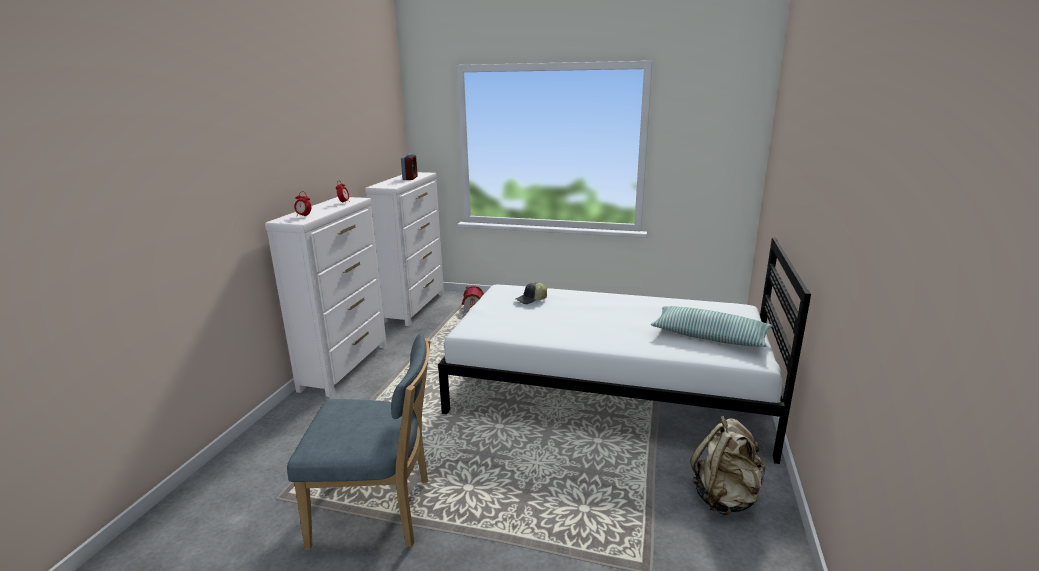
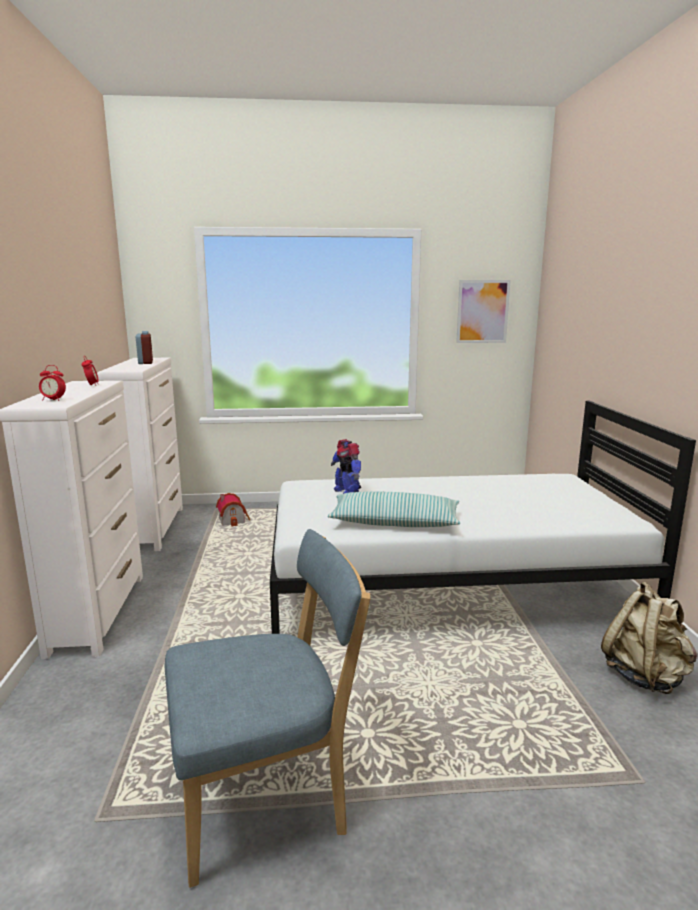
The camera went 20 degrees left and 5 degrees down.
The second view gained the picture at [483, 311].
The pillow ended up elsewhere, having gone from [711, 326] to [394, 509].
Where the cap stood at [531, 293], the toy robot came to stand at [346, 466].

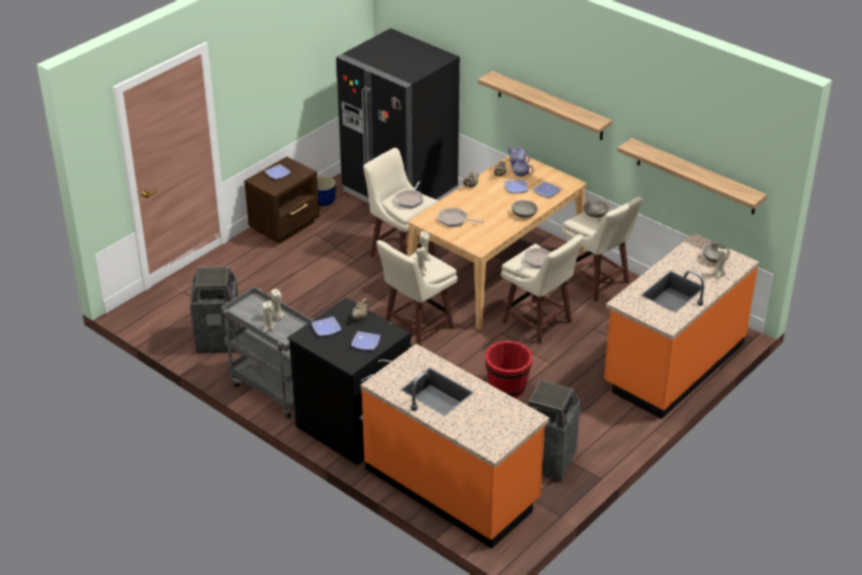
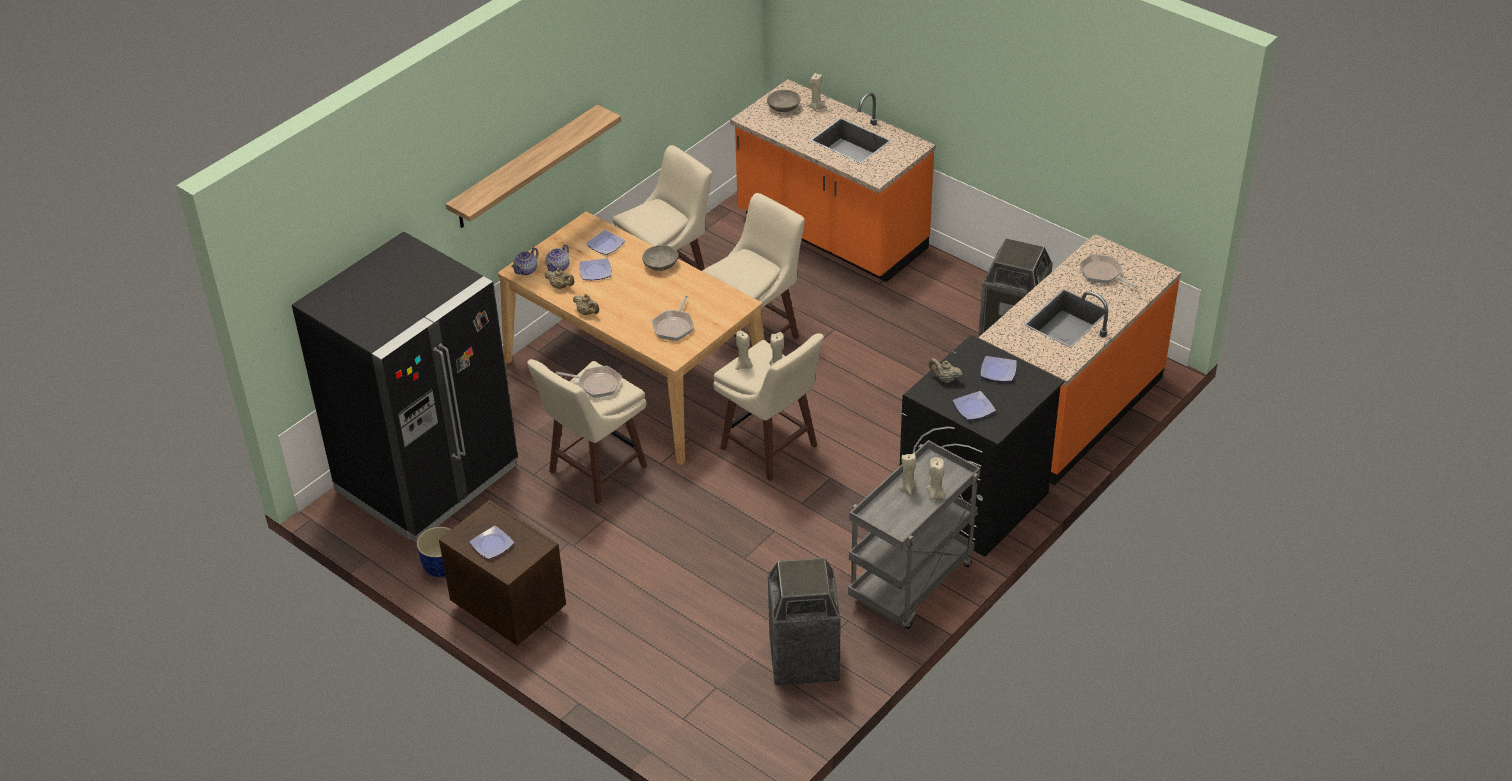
The camera went 90 degrees left and 5 degrees up.
The second view lost the red bucket at [509, 369].
The second view lost the grey bowl at [596, 209].
The second view lost the shelf at [692, 176].
The frying pan ended up elsewhere, having gone from [533, 260] to [1109, 271].

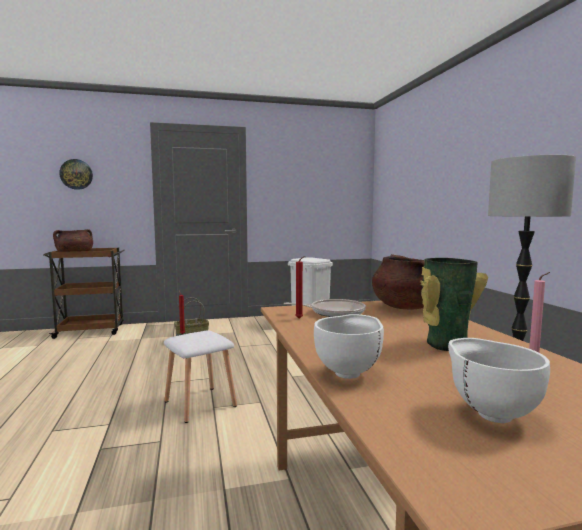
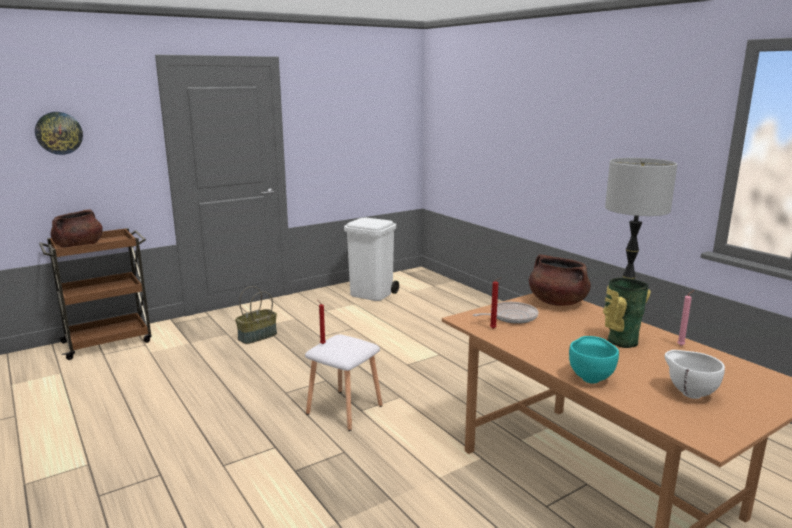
The camera went 20 degrees left and 10 degrees up.
What was the white bowl at [349, 346] turned into the turquoise bowl at [594, 360].

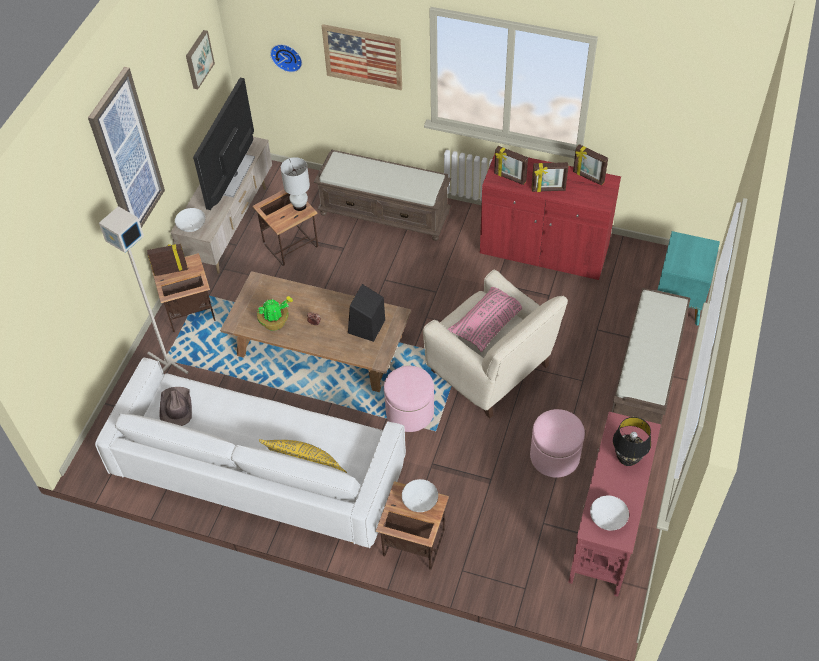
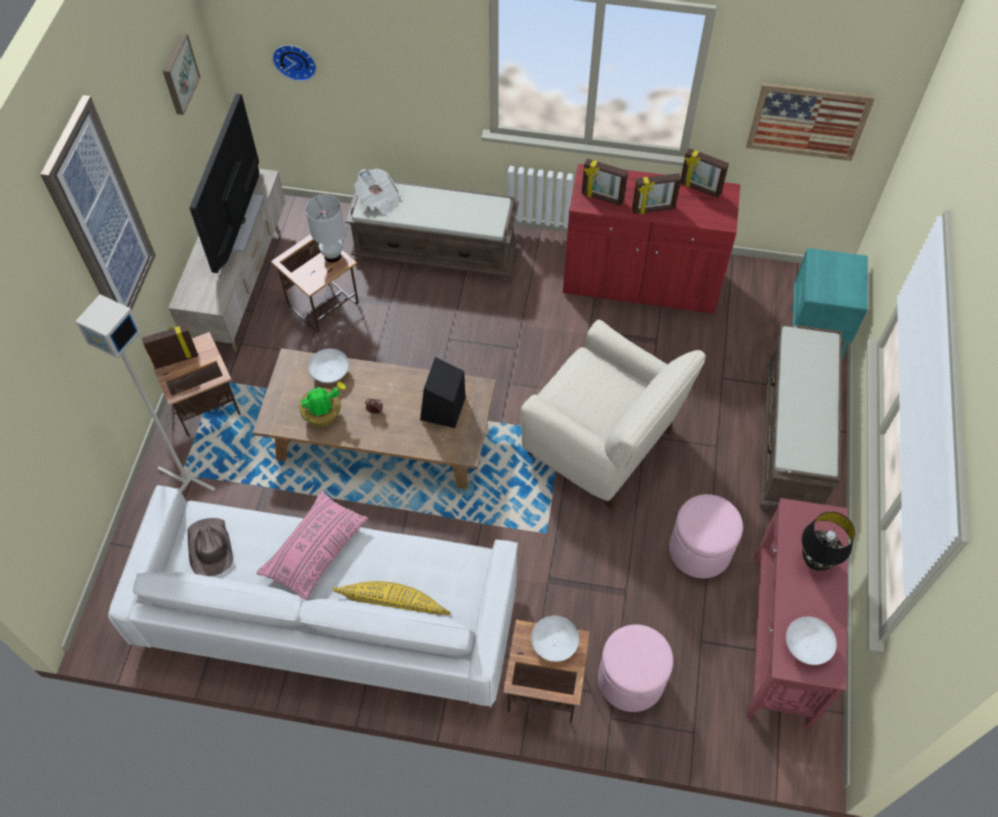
The camera went 10 degrees left and 5 degrees up.
The second view gained the newspaper at [377, 192].
The white bowl ended up elsewhere, having gone from [190, 220] to [328, 366].
The picture ended up elsewhere, having gone from [362, 57] to [810, 122].
The pink ottoman ended up elsewhere, having gone from [409, 399] to [635, 668].
The pink pillow ended up elsewhere, having gone from [485, 319] to [312, 545].

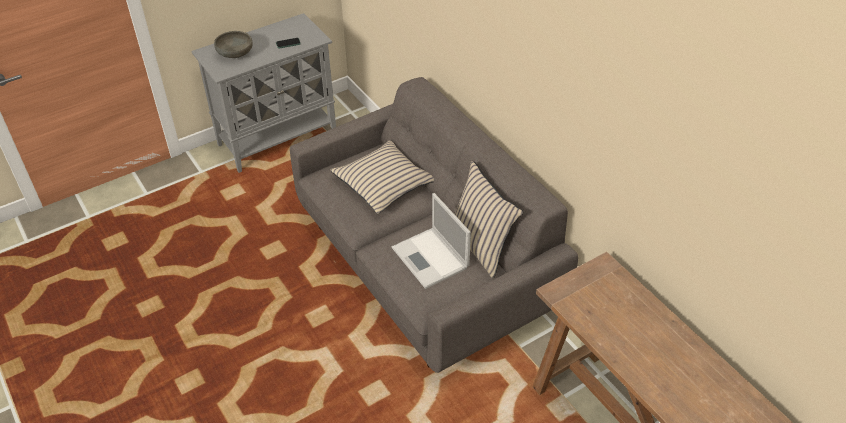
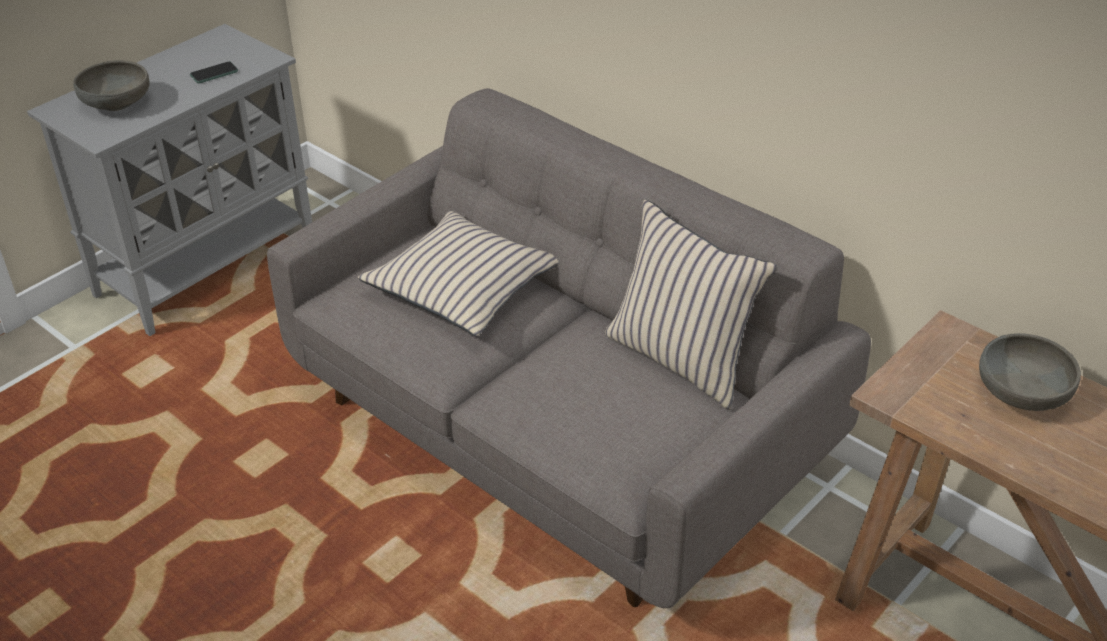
The camera went 15 degrees left and 5 degrees down.
The second view lost the laptop at [431, 241].
The second view gained the grey bowl at [1030, 372].

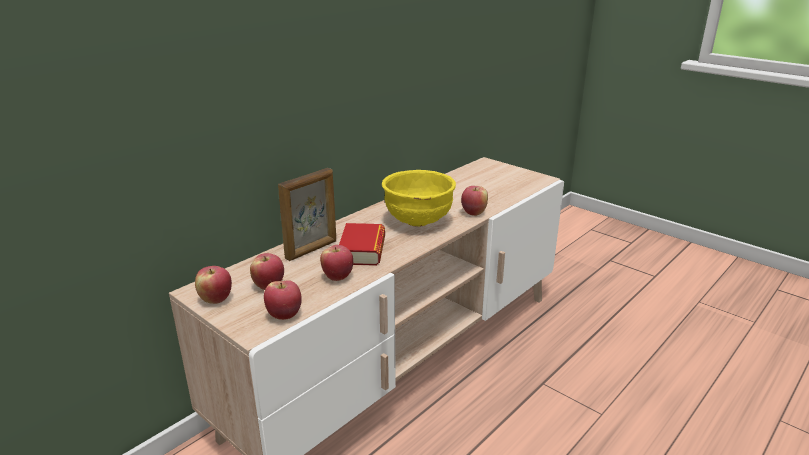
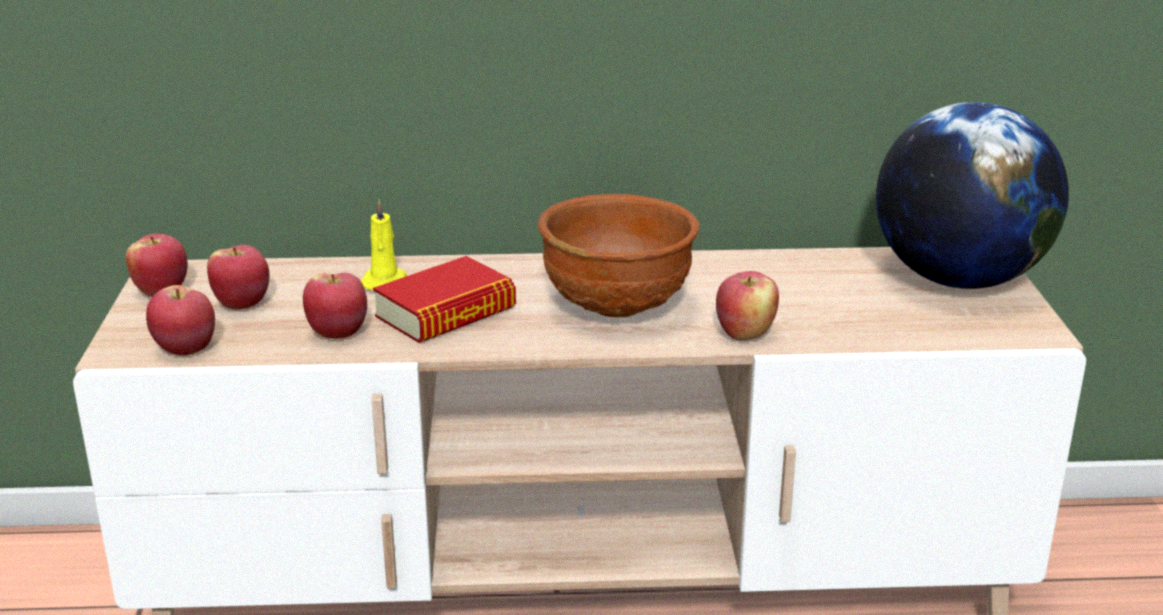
The camera went 45 degrees right and 0 degrees up.
The second view gained the globe at [972, 195].
Where the picture frame stood at [307, 214], the yellow candle came to stand at [384, 245].
What was the yellow bowl at [419, 198] turned into the brown bowl at [618, 255].

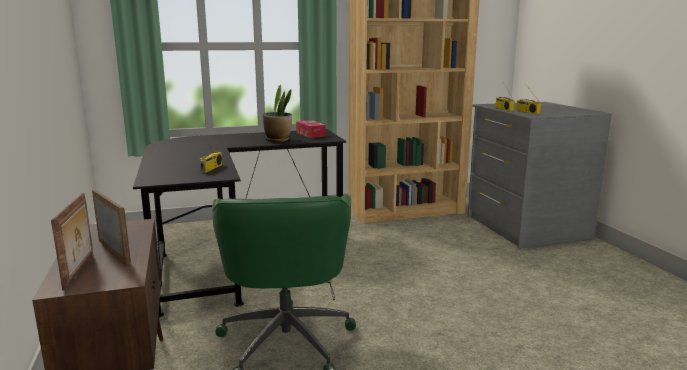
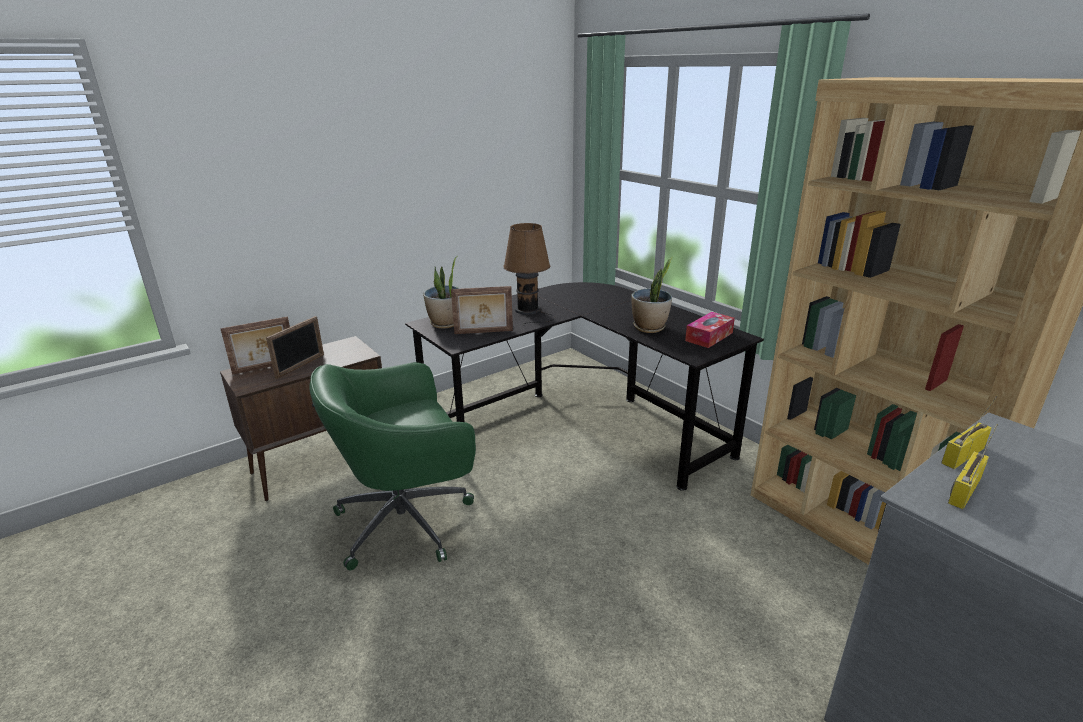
The camera went 70 degrees right and 10 degrees up.
The second view gained the potted plant at [441, 292].
The second view gained the brown table lamp at [529, 274].
Where the radio stood at [211, 154], the picture frame came to stand at [482, 310].

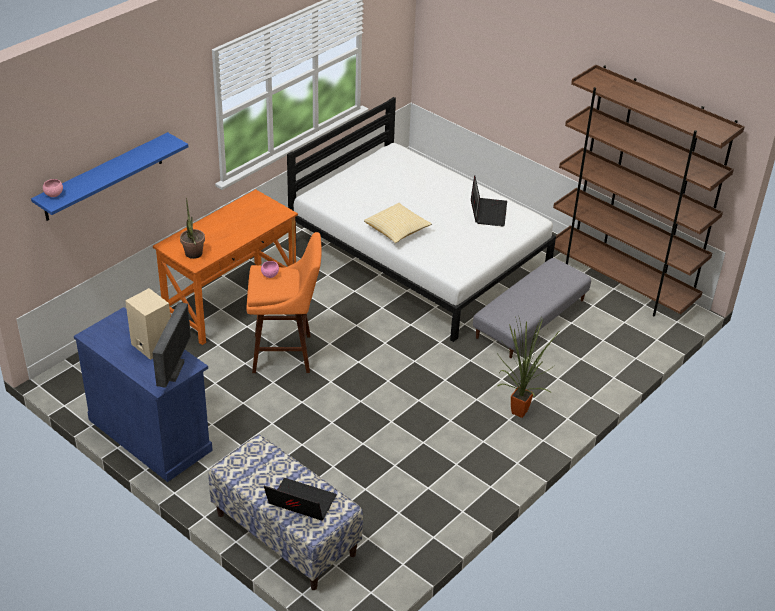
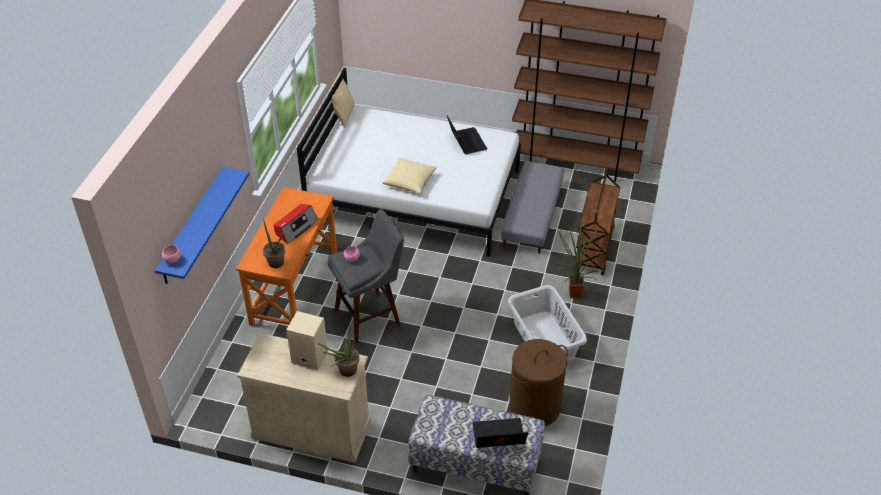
The camera went 25 degrees left and 5 degrees up.
The second view gained the radio at [296, 224].
The second view gained the pillow at [342, 101].
The second view gained the grey laundry basket at [547, 322].
The second view gained the brown laundry basket at [538, 382].
The second view gained the brown cart at [596, 221].
Where the monitor stood at [171, 345], the potted plant came to stand at [338, 350].
What was the blue cabinet at [143, 394] turned into the beige cabinet at [304, 398].
What was the orange stool at [284, 302] turned into the grey stool at [365, 276].

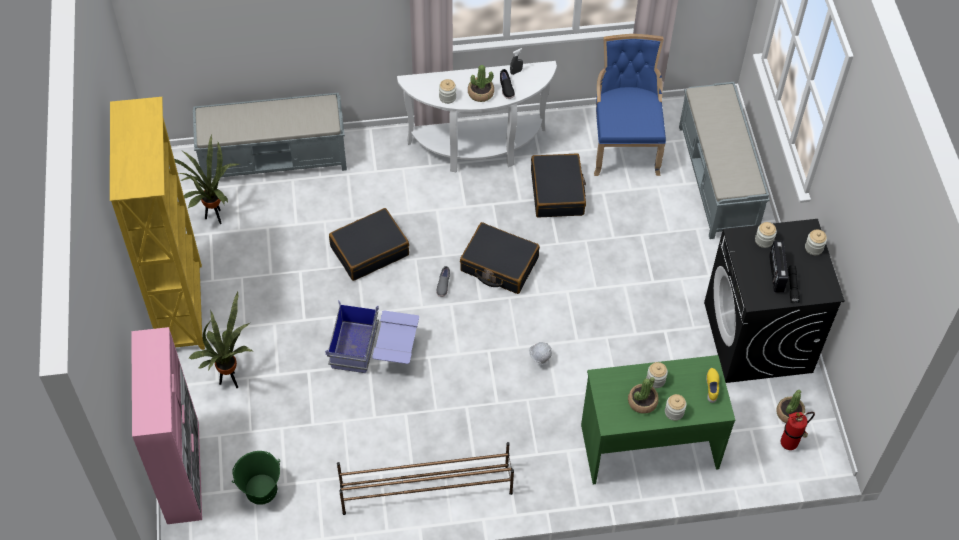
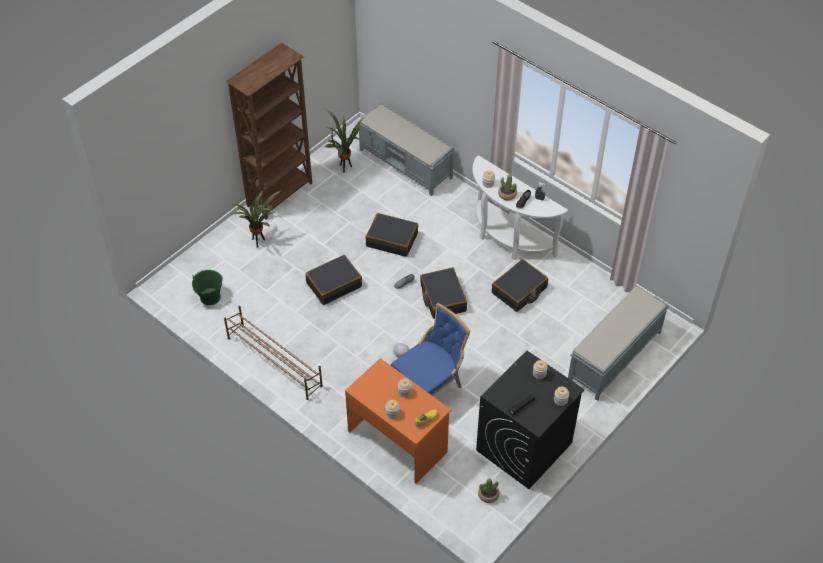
The camera went 50 degrees right and 5 degrees down.
The second view lost the pink cabinet at [166, 425].
The second view lost the potted plant at [643, 395].
The second view lost the radio at [778, 267].
The second view lost the fire extinguisher at [798, 431].
The blue chair ended up elsewhere, having gone from [630, 105] to [430, 349].
Where the blue storage box stood at [372, 336], the black suitcase came to stand at [333, 280].
What was the yellow bookcase at [157, 223] turned into the brown bookcase at [269, 130].
What was the green desk at [658, 420] turned into the orange desk at [398, 420].

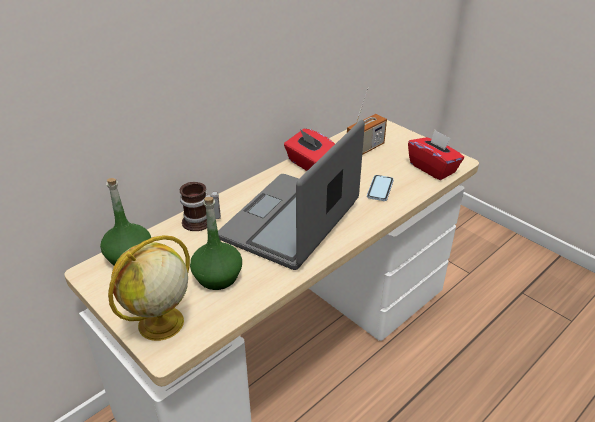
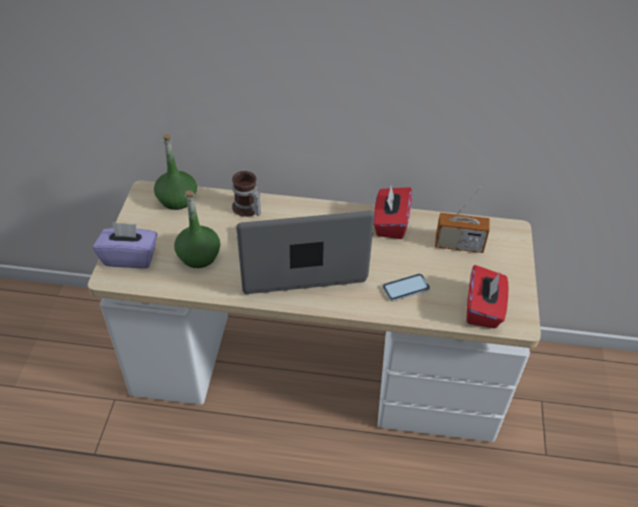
The camera went 50 degrees right and 10 degrees up.
Where the globe stood at [149, 288], the purple tissue box came to stand at [125, 245].

